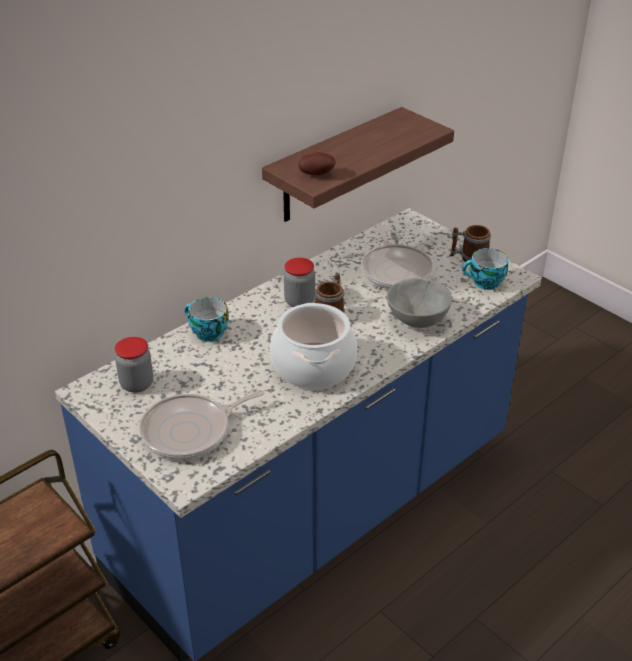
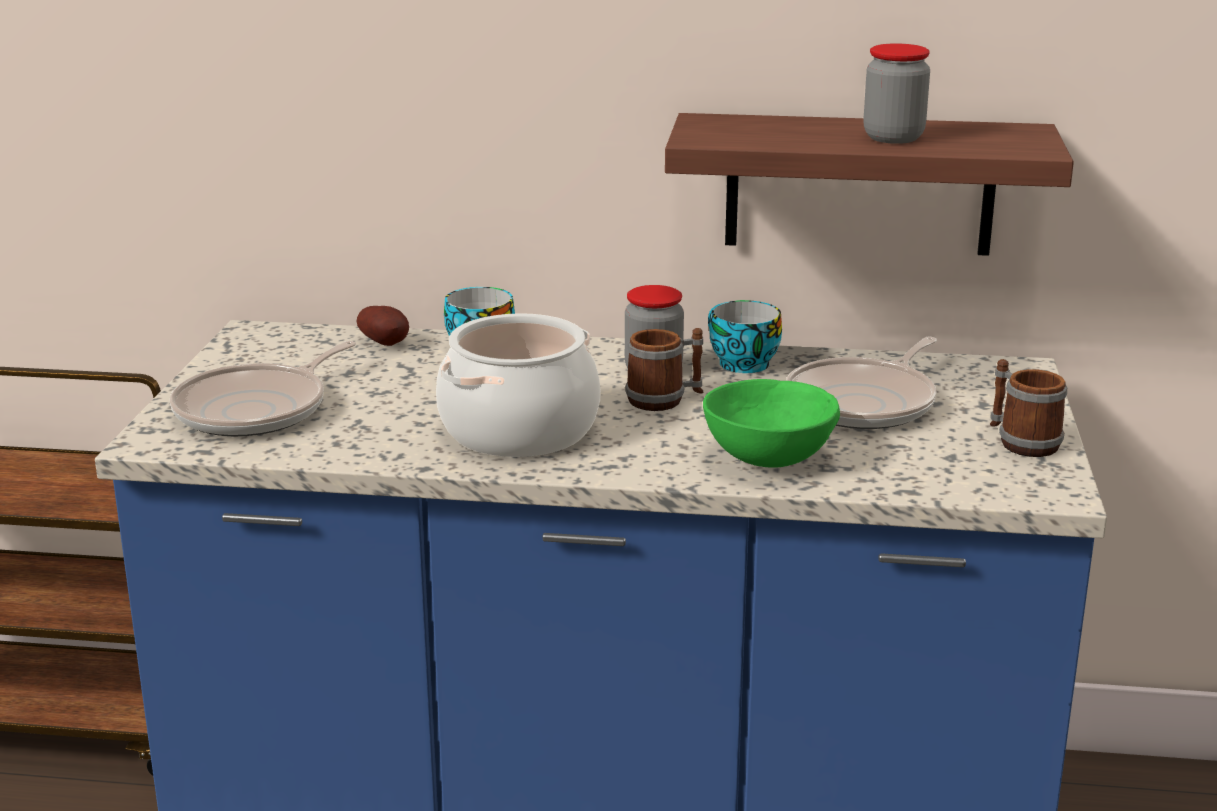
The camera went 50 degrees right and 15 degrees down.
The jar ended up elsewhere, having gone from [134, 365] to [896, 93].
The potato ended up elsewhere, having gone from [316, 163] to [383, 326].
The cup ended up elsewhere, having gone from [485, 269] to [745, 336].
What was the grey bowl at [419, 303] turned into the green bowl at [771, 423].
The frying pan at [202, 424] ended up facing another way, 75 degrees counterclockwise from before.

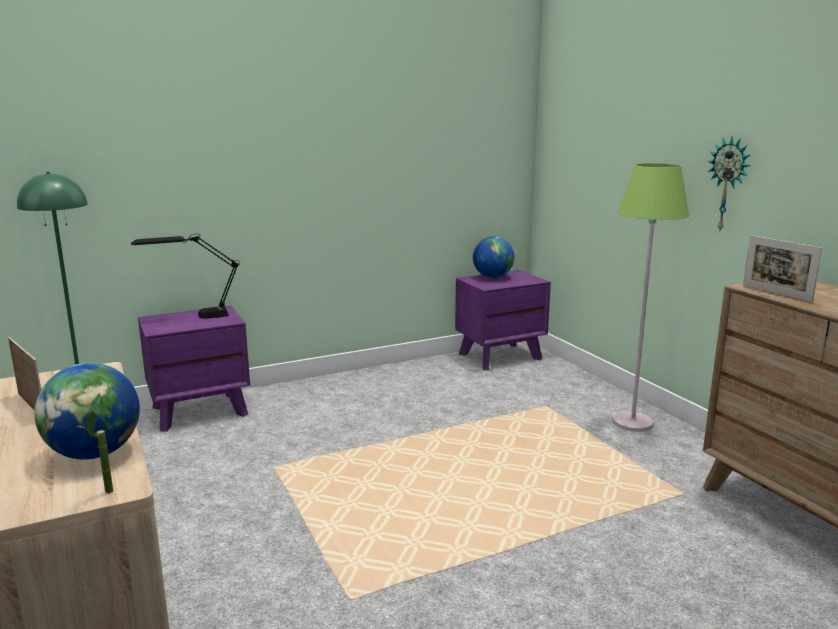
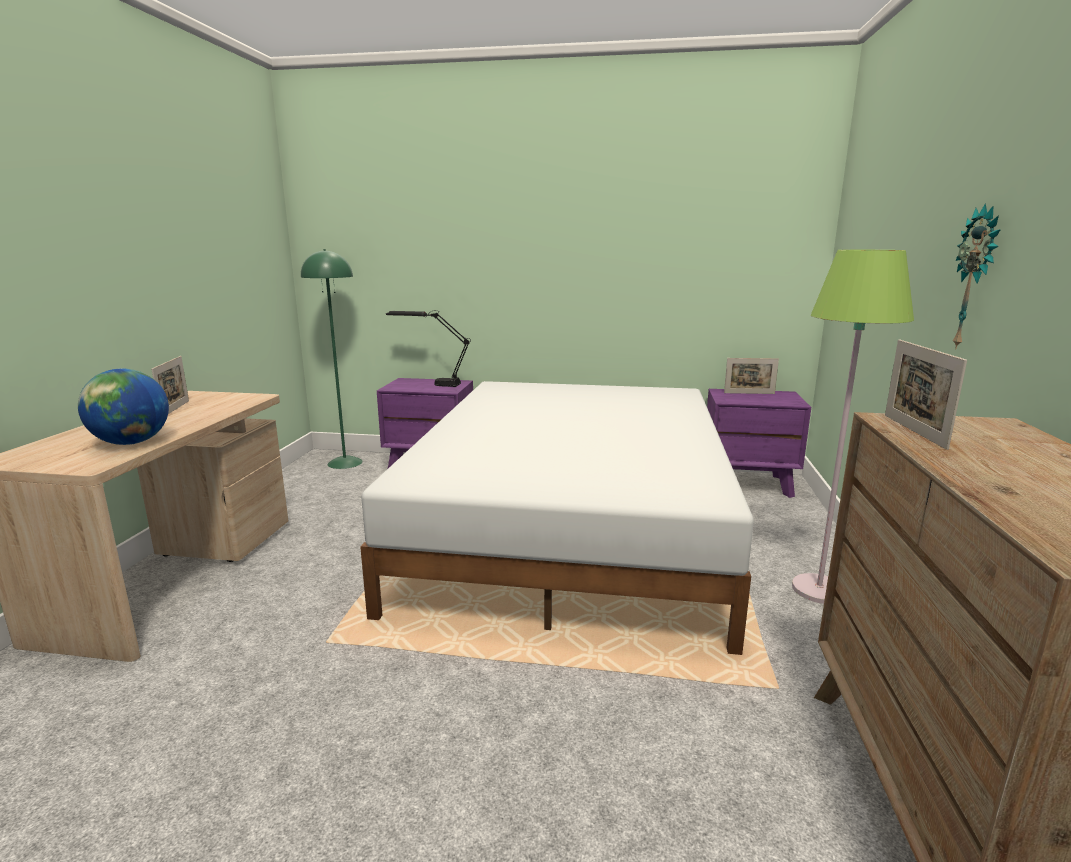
The camera went 35 degrees right and 0 degrees up.
The second view lost the potted plant at [95, 443].
The second view gained the white bed at [557, 518].
Where the globe stood at [493, 257], the picture frame came to stand at [751, 376].

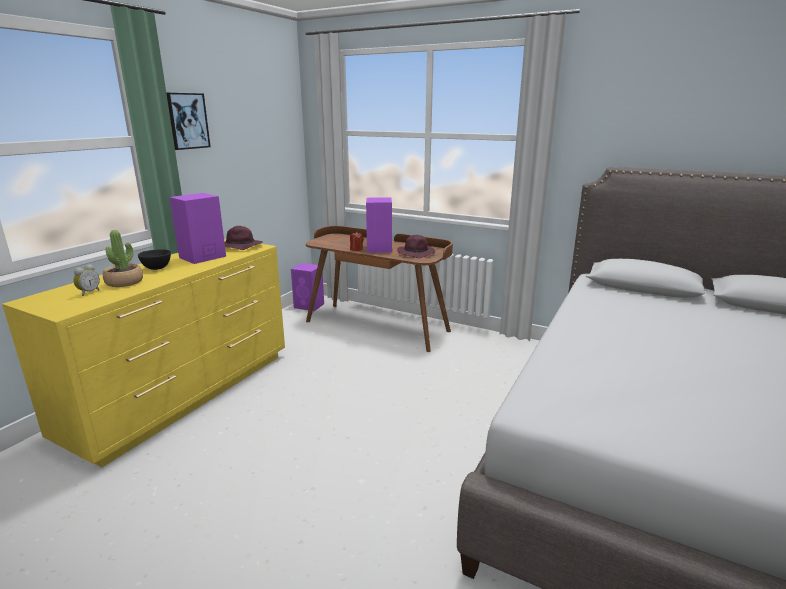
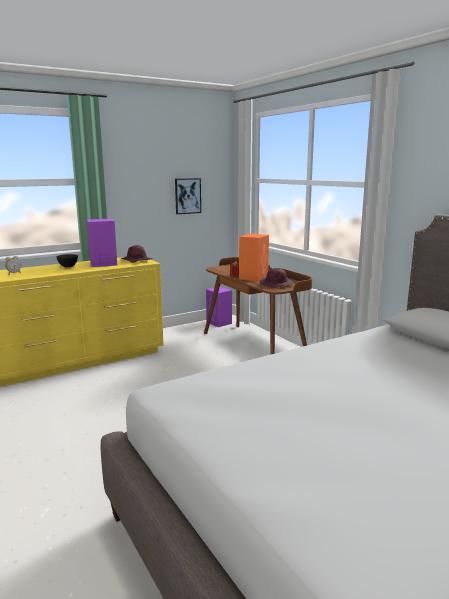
The camera went 30 degrees right and 5 degrees down.
The second view lost the potted plant at [123, 258].
The picture ended up elsewhere, having gone from [188, 121] to [188, 196].
What was the purple speaker at [379, 225] turned into the orange speaker at [254, 257].

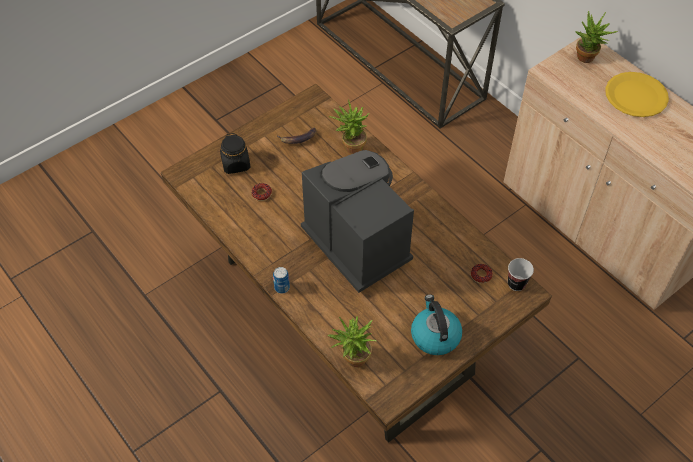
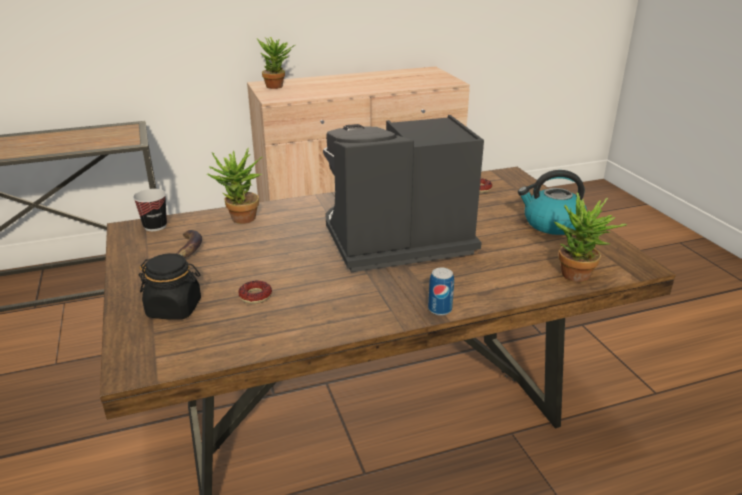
The camera went 70 degrees left and 25 degrees down.
The second view lost the yellow plate at [637, 94].
The cup ended up elsewhere, having gone from [521, 274] to [150, 210].

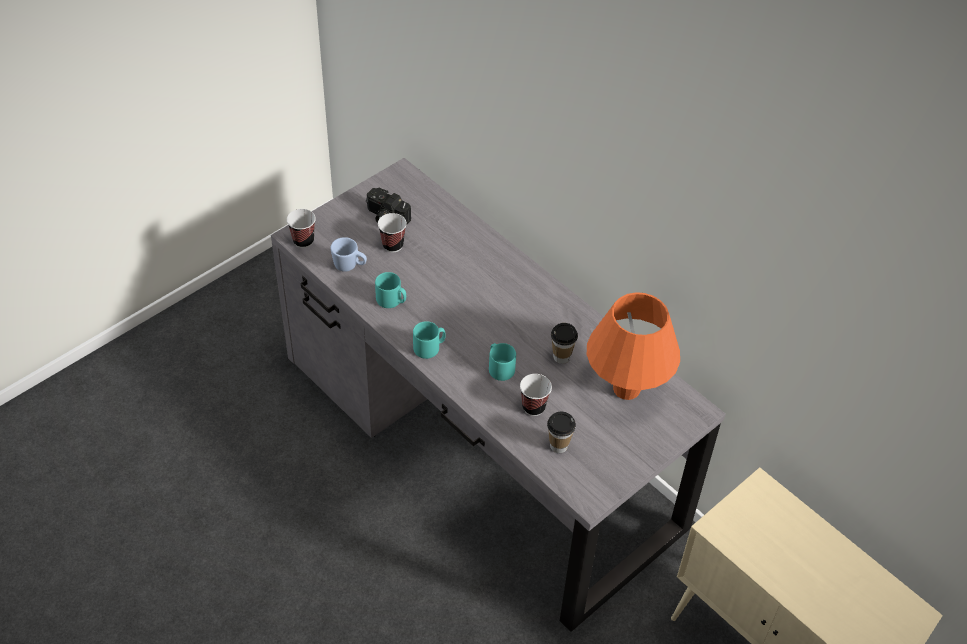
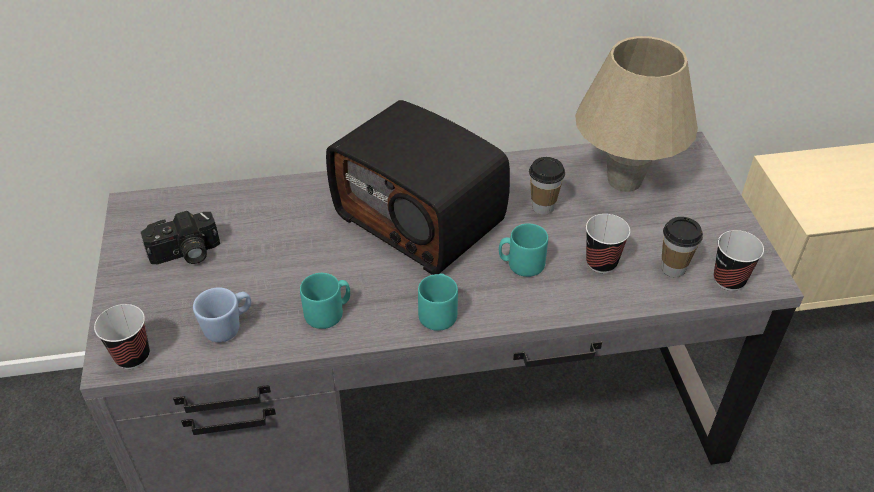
The camera went 55 degrees left and 5 degrees down.
The second view gained the radio at [418, 187].
The cup ended up elsewhere, having gone from [392, 232] to [739, 260].
What was the orange table lamp at [633, 346] turned into the beige table lamp at [636, 114].

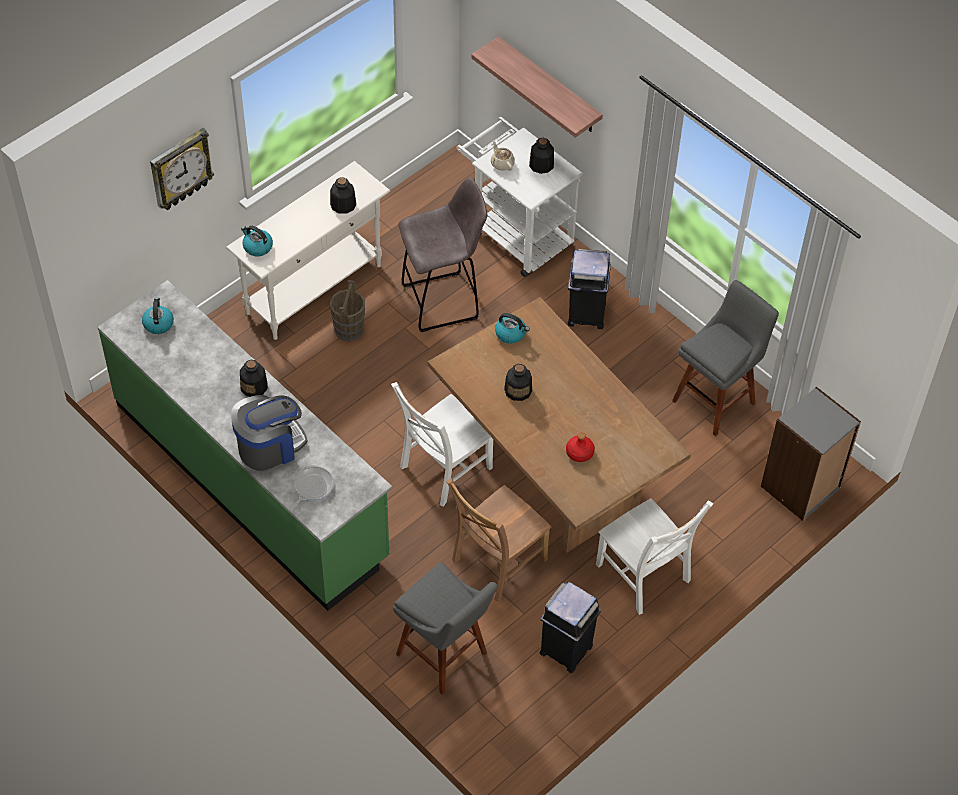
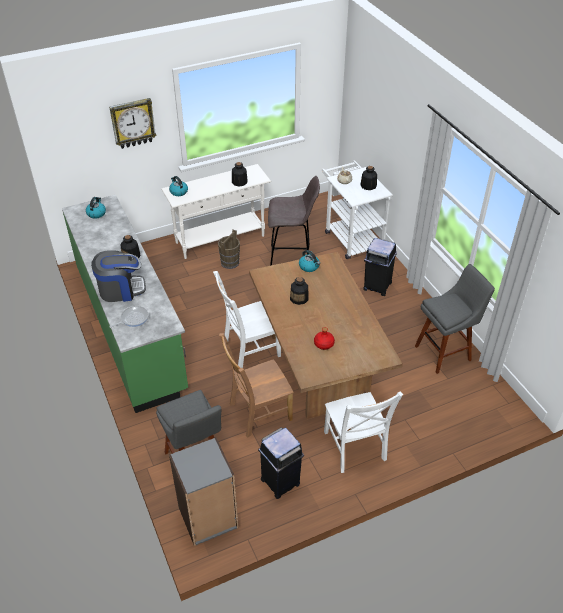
The camera went 20 degrees right and 10 degrees down.
The second view lost the shelf at [537, 87].
The grey bookcase ended up elsewhere, having gone from [811, 454] to [204, 491].

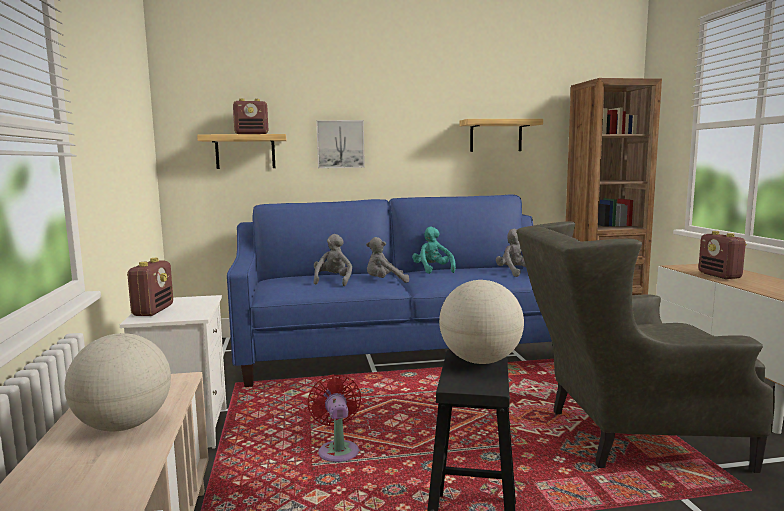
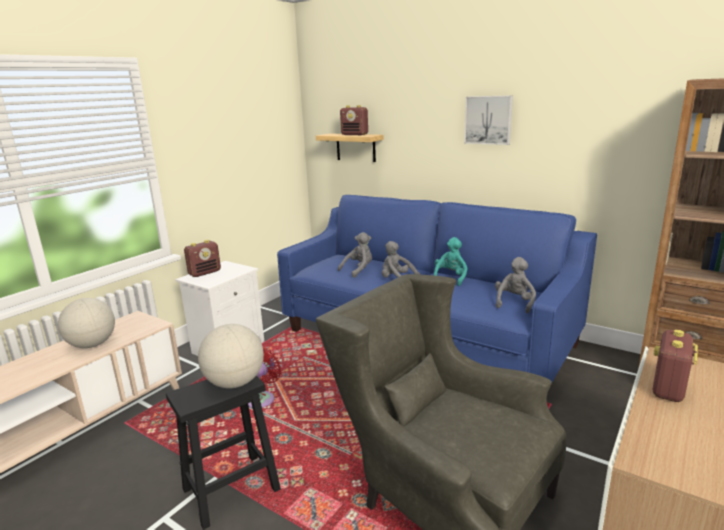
The camera went 45 degrees right and 10 degrees up.
The second view lost the shelf at [501, 135].
The picture ended up elsewhere, having gone from [340, 144] to [488, 120].

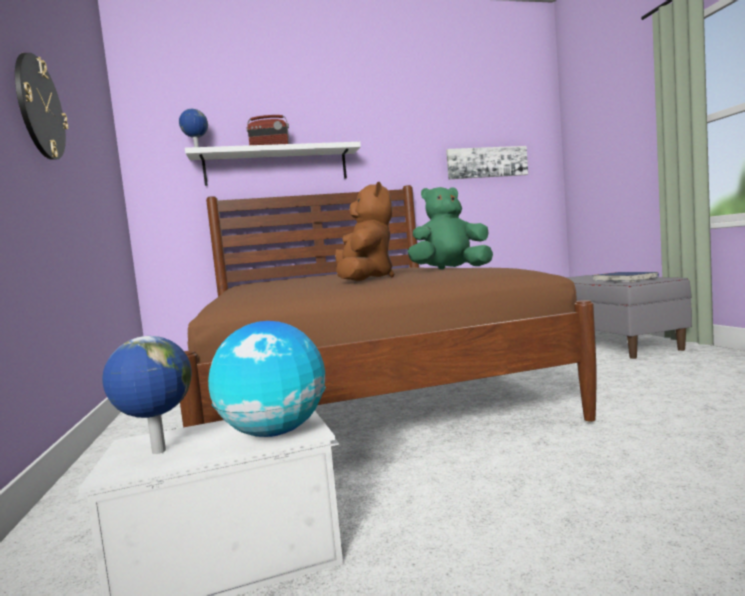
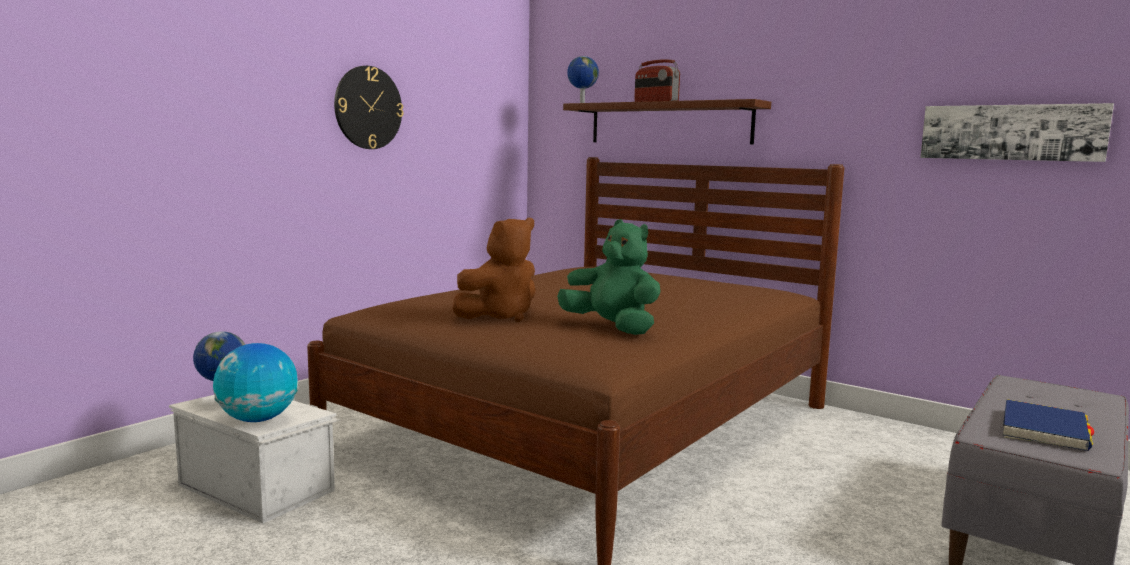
The camera went 50 degrees right and 5 degrees up.
What was the white shelf at [273, 164] turned into the brown shelf at [667, 122].

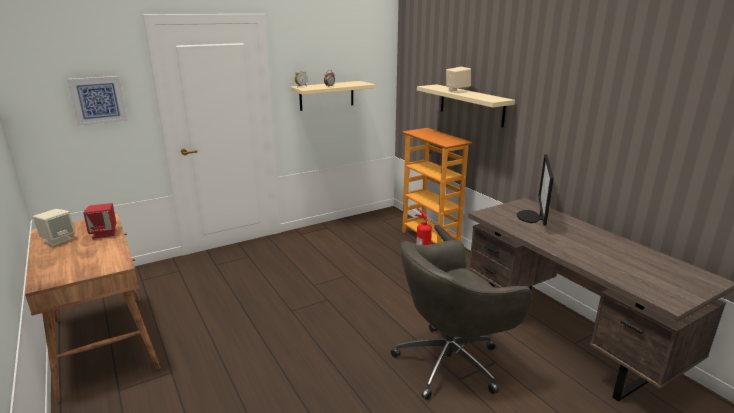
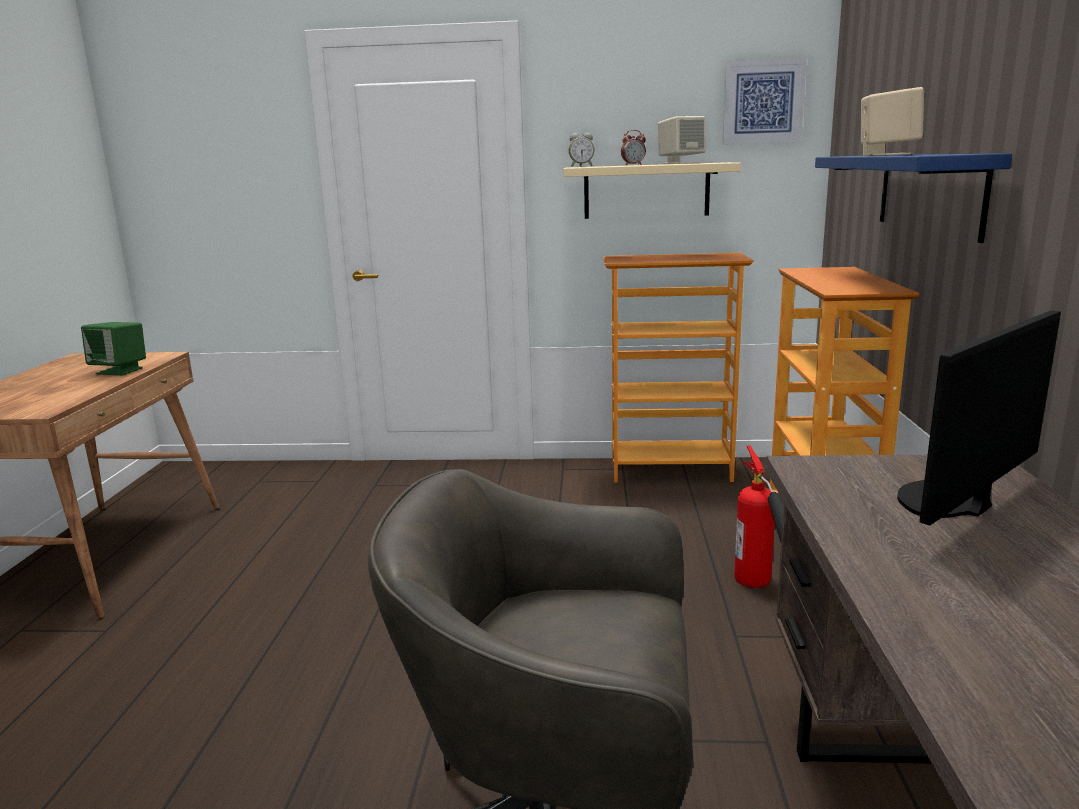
The camera went 35 degrees right and 5 degrees down.
The second view gained the bookcase at [678, 368].
The beige speaker ended up elsewhere, having gone from [54, 227] to [682, 140].
The picture ended up elsewhere, having gone from [97, 101] to [764, 101].
What was the red speaker at [99, 221] turned into the green speaker at [113, 348].
What was the beige shelf at [466, 105] turned into the blue shelf at [913, 198].

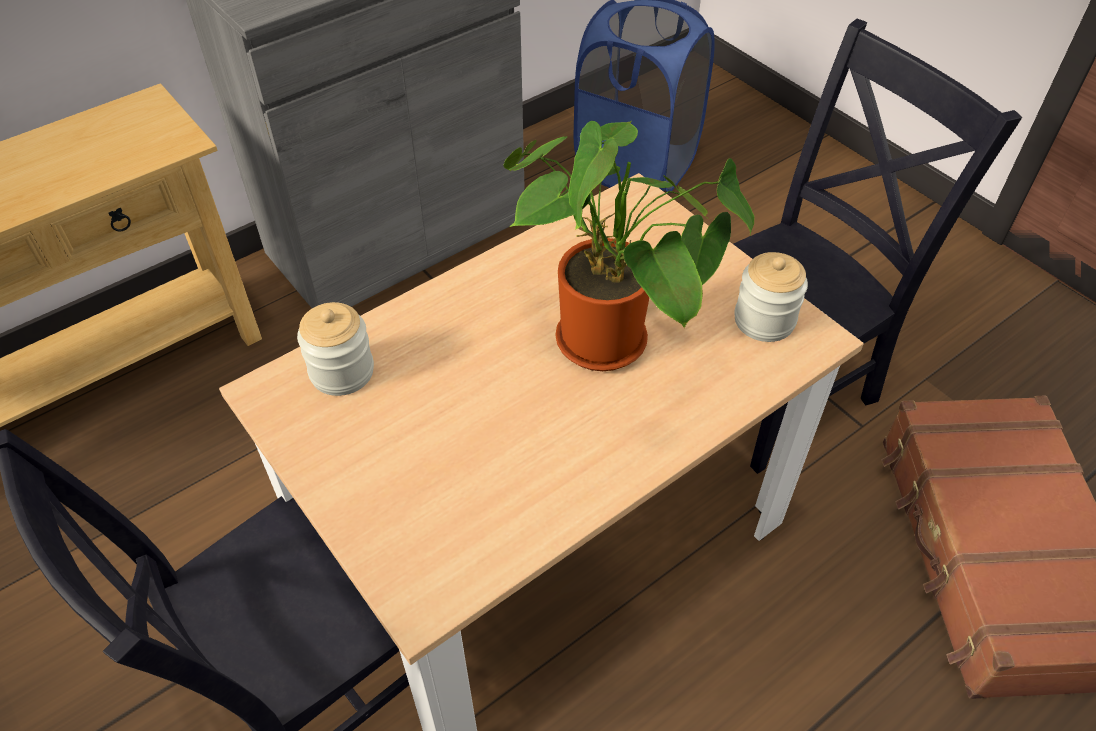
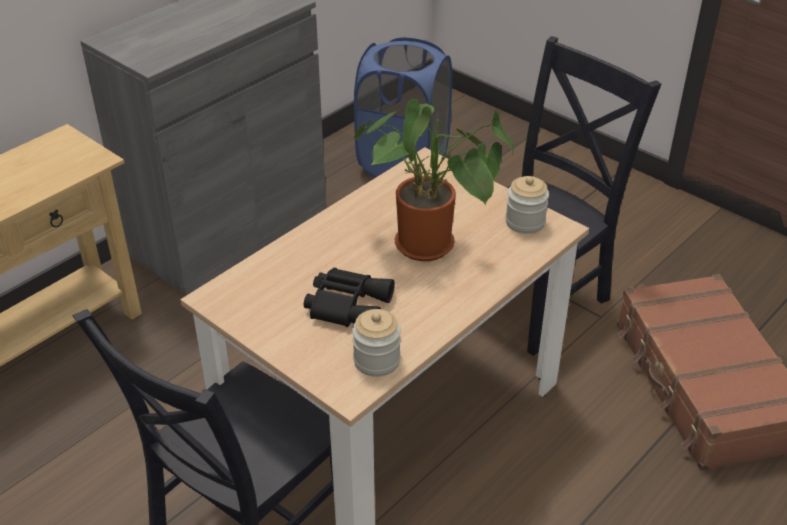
The camera went 10 degrees left and 10 degrees down.
The second view gained the black binoculars at [349, 297].
The jar ended up elsewhere, having gone from [335, 349] to [376, 343].

